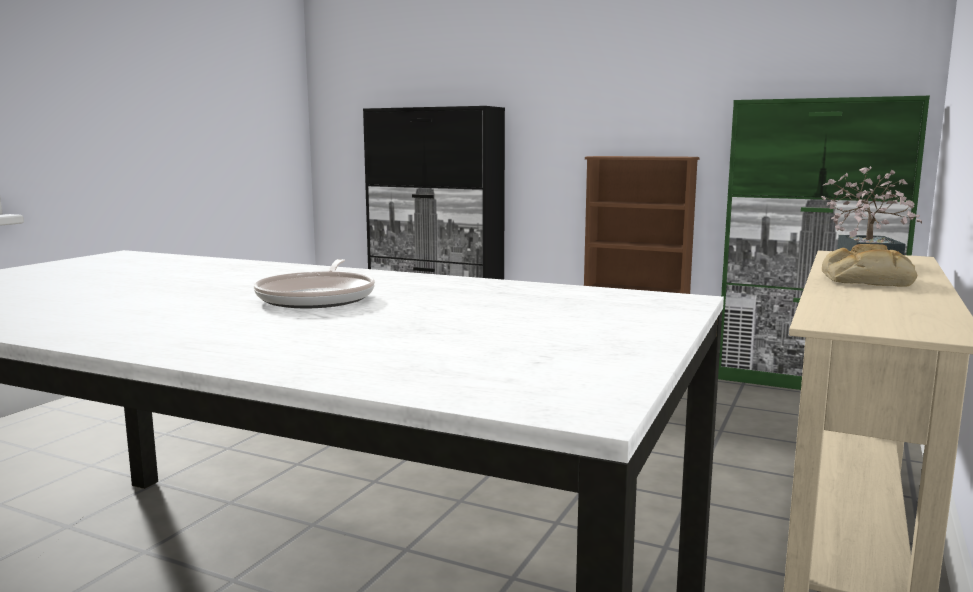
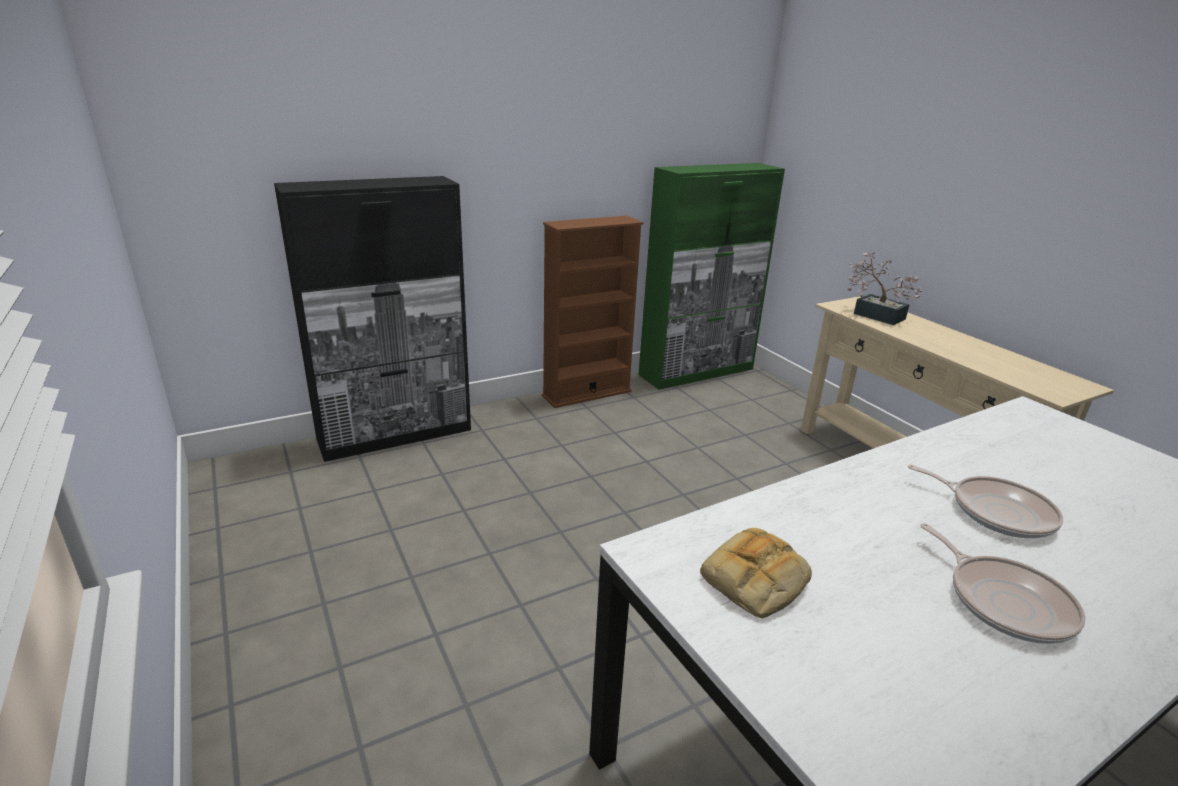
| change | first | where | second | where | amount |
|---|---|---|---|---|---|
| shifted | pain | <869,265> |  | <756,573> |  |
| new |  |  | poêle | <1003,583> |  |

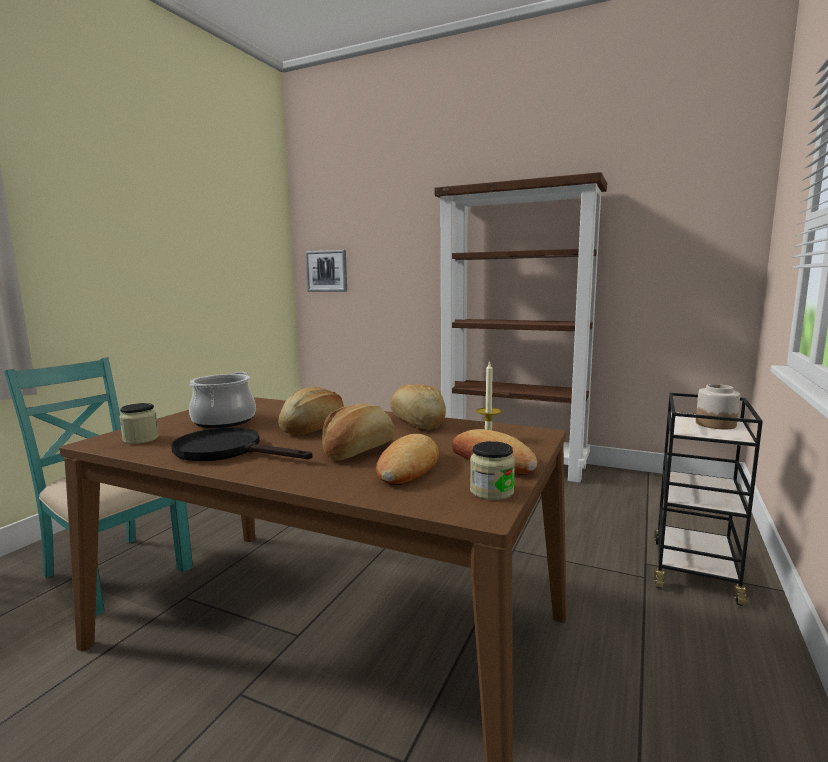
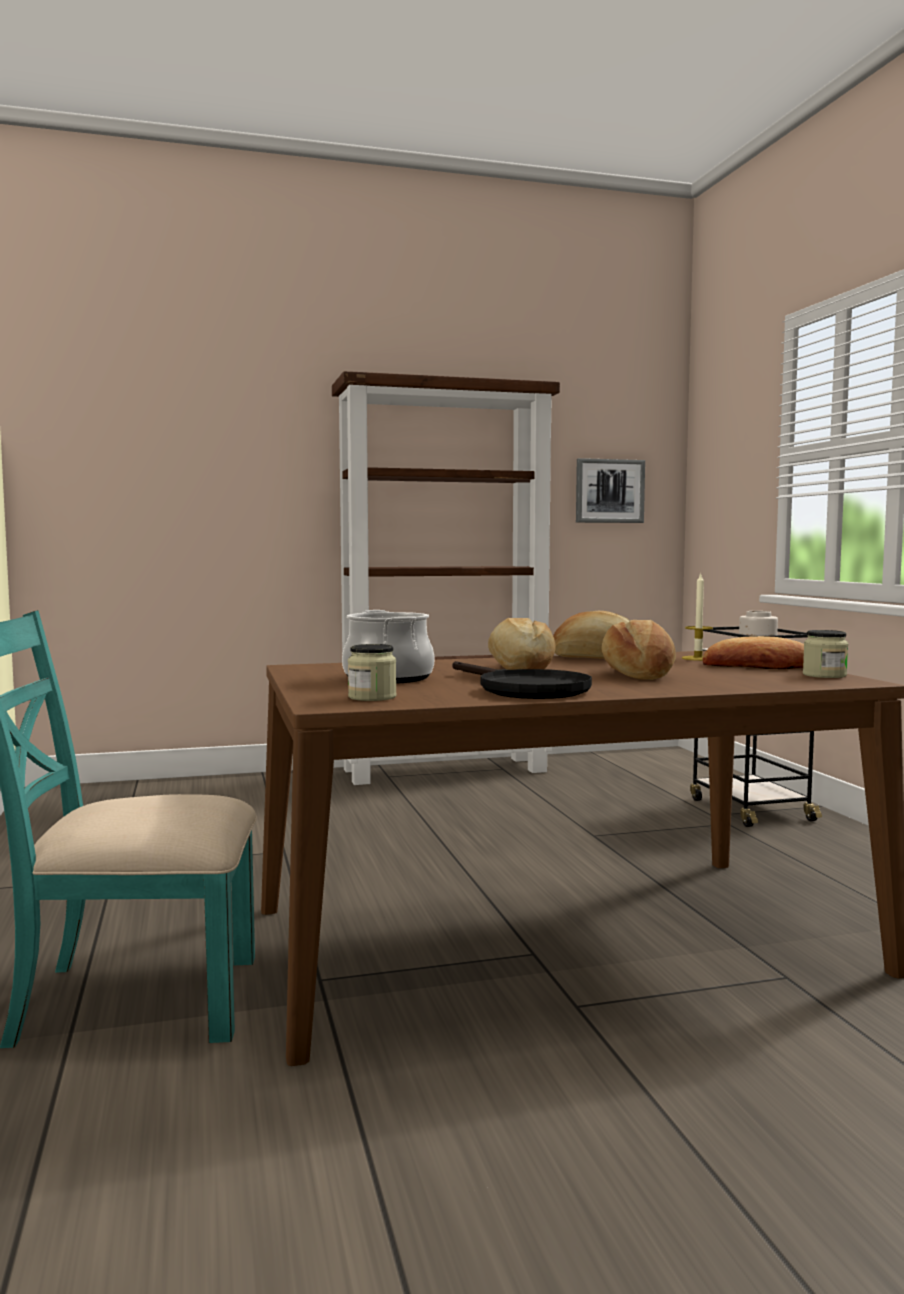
| change | first | where | second | where | amount |
|---|---|---|---|---|---|
| shifted | tableau | <326,271> |  | <610,490> |  |
| rotated | poêle/noir | <242,444> |  | <522,680> | 105 degrees counterclockwise |
| gone | pain | <407,459> |  |  |  |

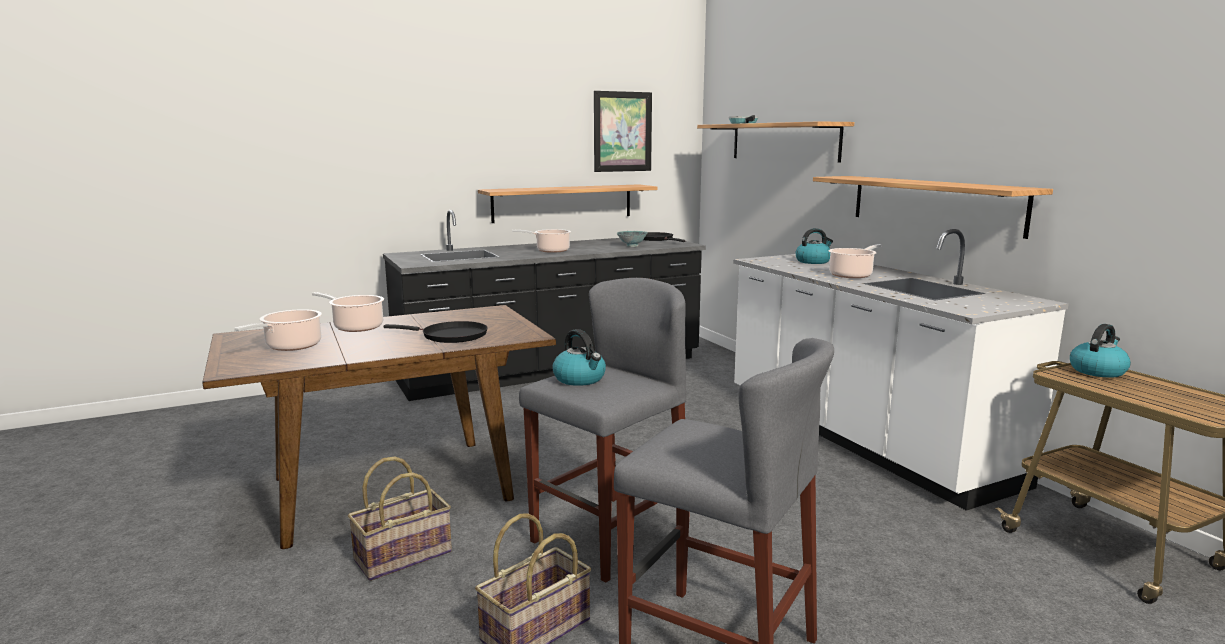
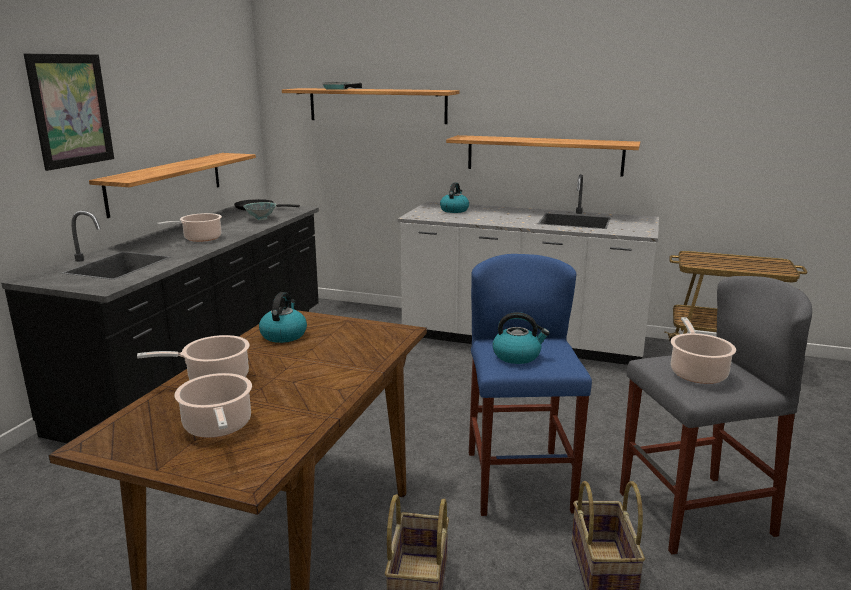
| change | first | where | second | where | amount |
|---|---|---|---|---|---|
| shifted | tableau | <623,131> |  | <69,112> |  |
| shifted | marmite | <855,261> |  | <703,350> |  |
| repainted | tabouret/gris | <602,430> | tabouret/bleu | <530,385> |  |
| gone | poêle/noir | <435,332> |  |  |  |
| shifted | bouilloire | <1100,351> |  | <283,317> |  |

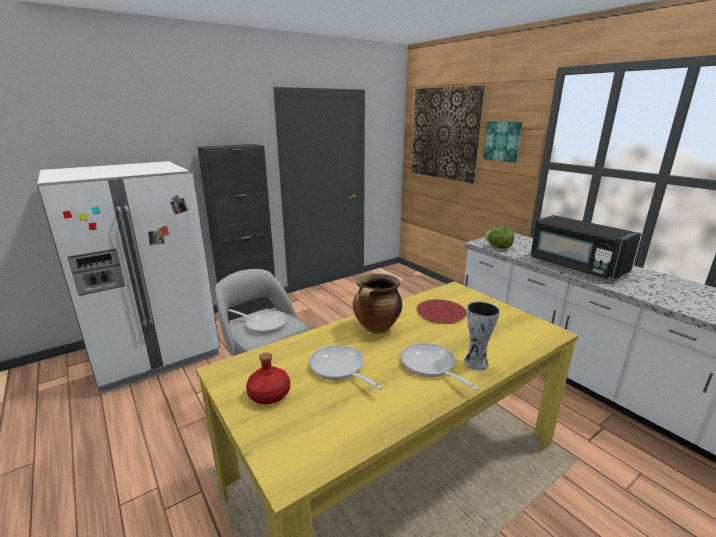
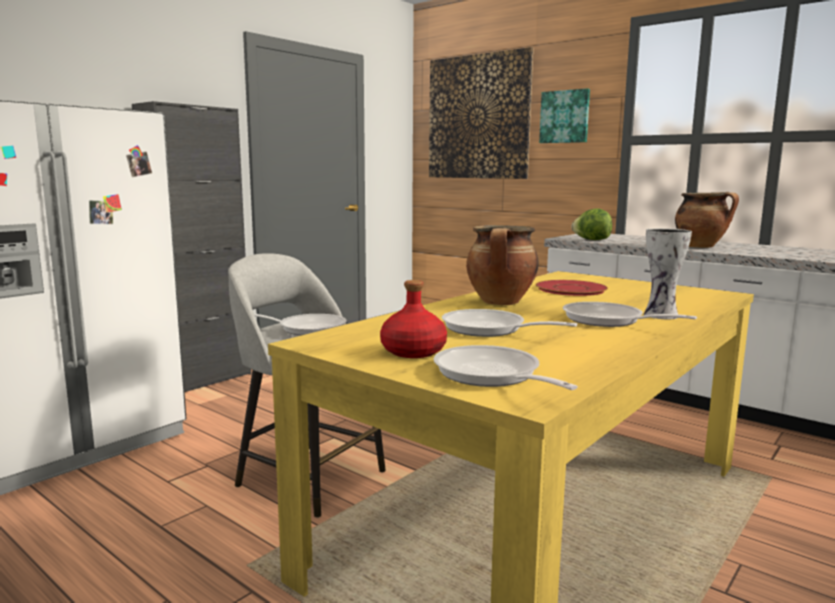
| change | first | where | second | where | amount |
|---|---|---|---|---|---|
| swapped | micro-ondes/noir | <585,247> | marmite | <707,220> |  |
| new |  |  | poêle | <506,367> |  |

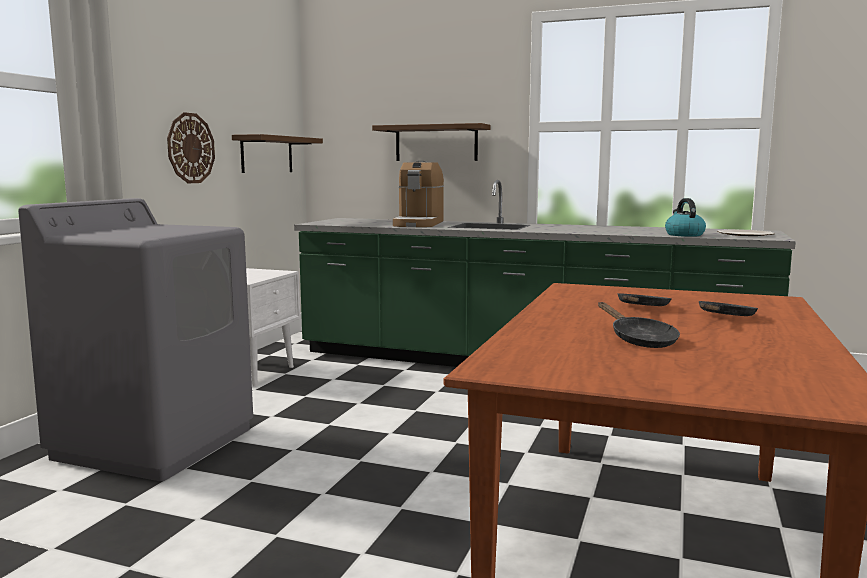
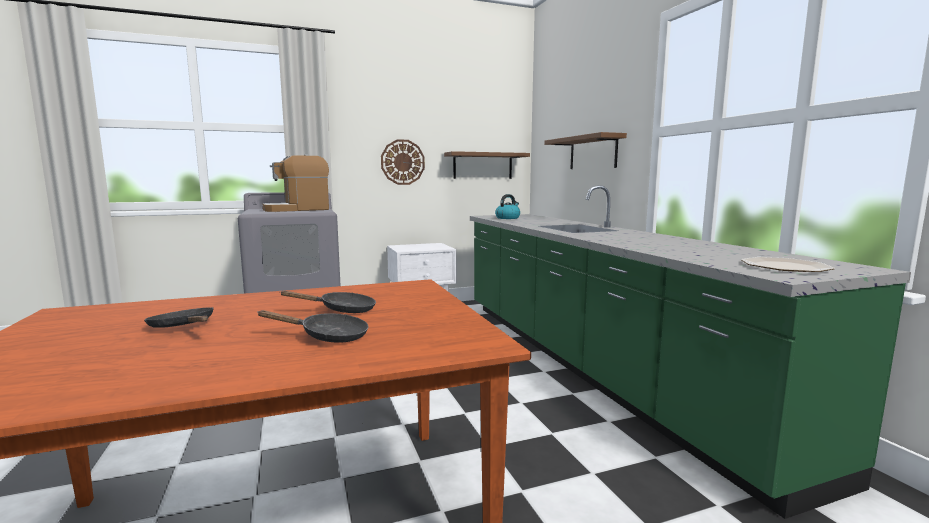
| change | first | where | second | where | amount |
|---|---|---|---|---|---|
| shifted | machine à café | <418,194> |  | <296,183> |  |
| shifted | bouilloire | <685,217> |  | <507,206> |  |
| rotated | poêle/noir | <639,325> |  | <178,317> | 105 degrees clockwise |

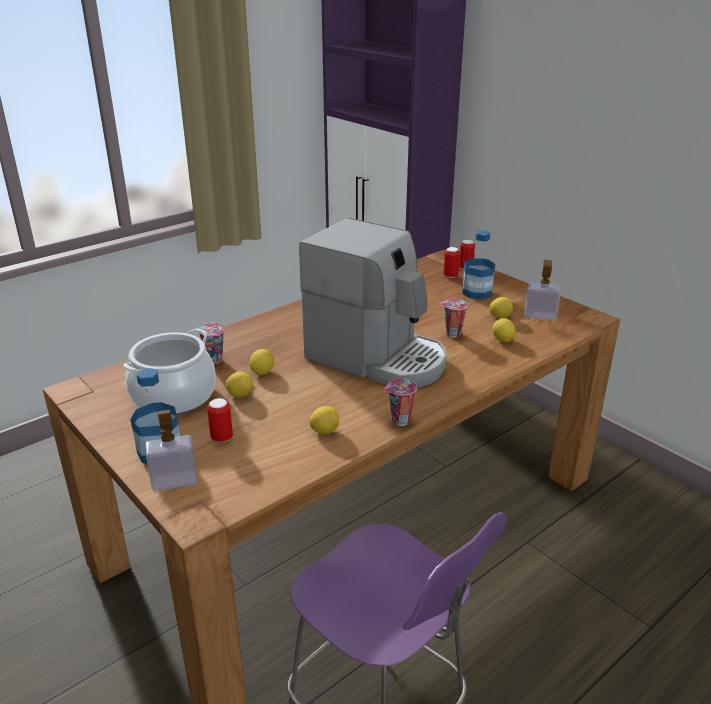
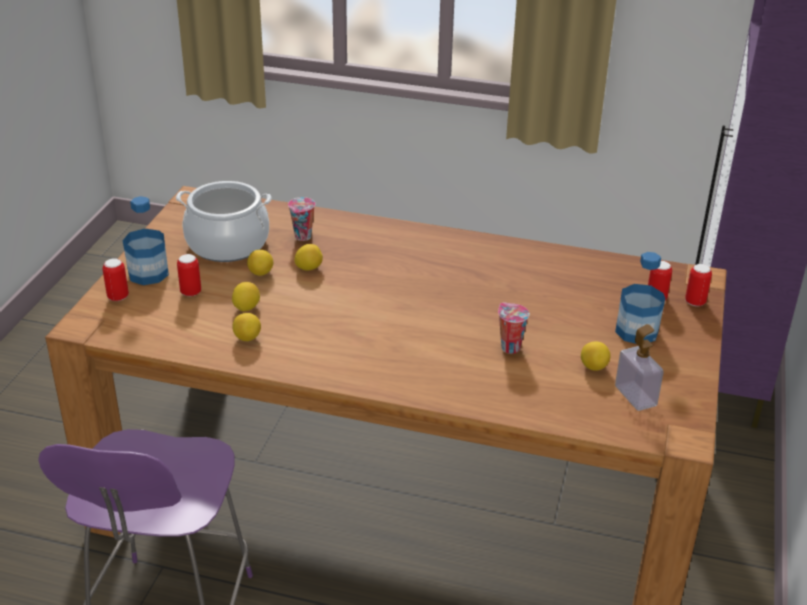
| change | first | where | second | where | amount |
|---|---|---|---|---|---|
| gone | machine à café | <373,303> |  |  |  |
| shifted | citron | <504,330> |  | <246,296> |  |
| gone | tasse | <400,402> |  |  |  |
| swapped | distributeur de savon | <172,450> | boîte métallique | <115,279> |  |

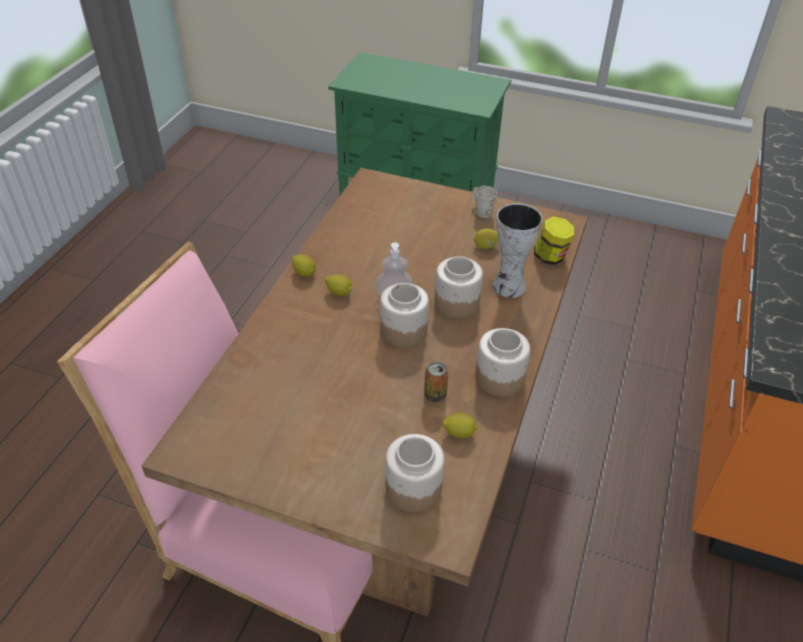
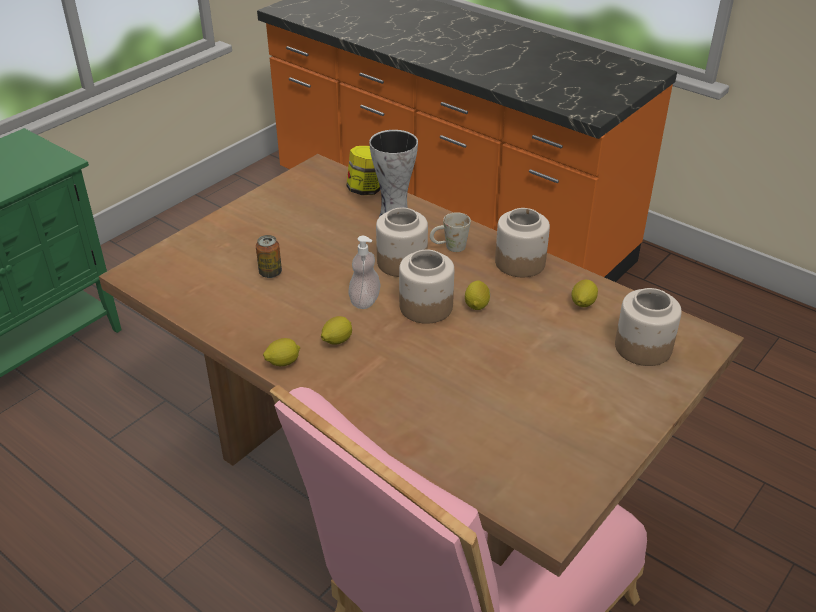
| change | first | where | second | where | amount |
|---|---|---|---|---|---|
| shifted | mug/blanc | <484,202> |  | <450,232> |  |
| shifted | citron | <486,239> |  | <477,295> |  |
| shifted | boîte métallique | <436,382> |  | <269,256> |  |

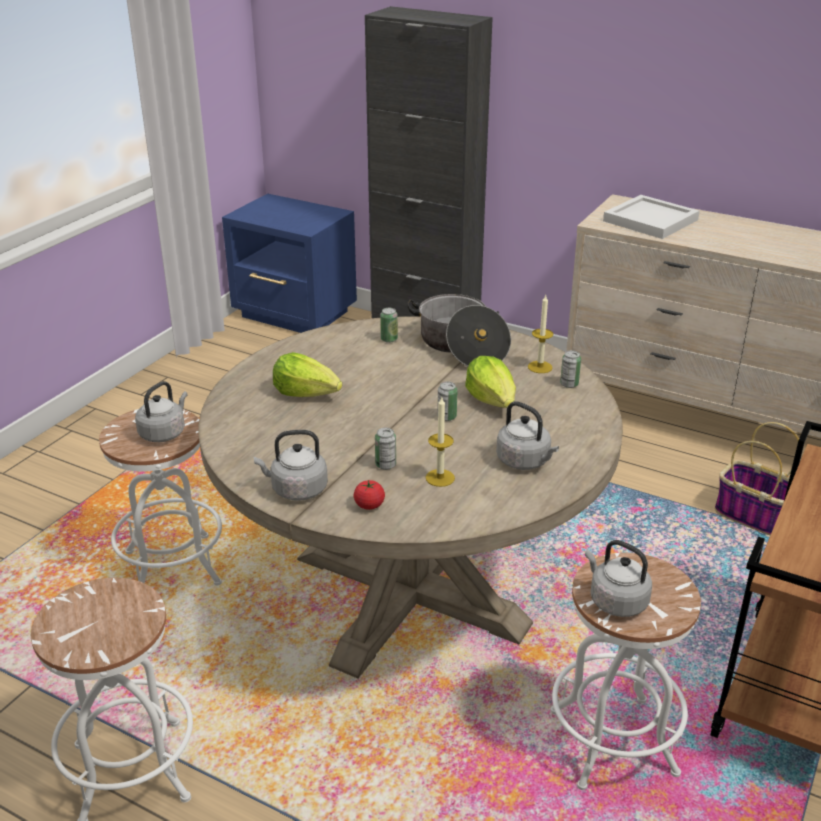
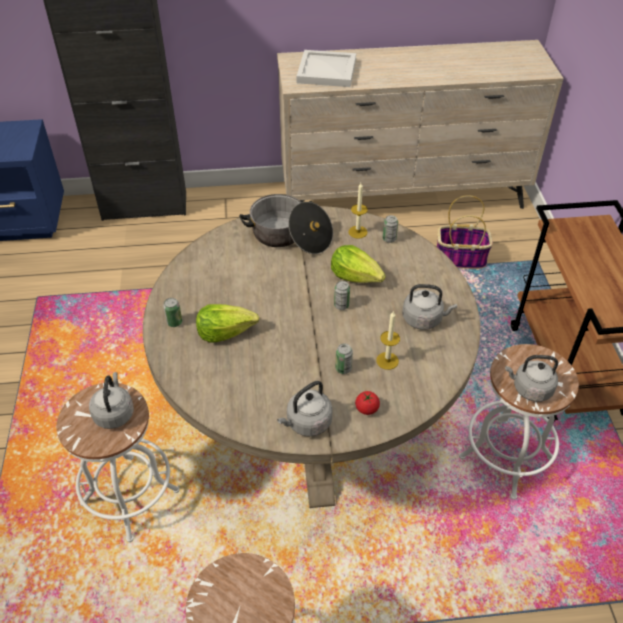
| change | first | where | second | where | amount |
|---|---|---|---|---|---|
| shifted | boîte métallique | <389,325> |  | <172,312> |  |

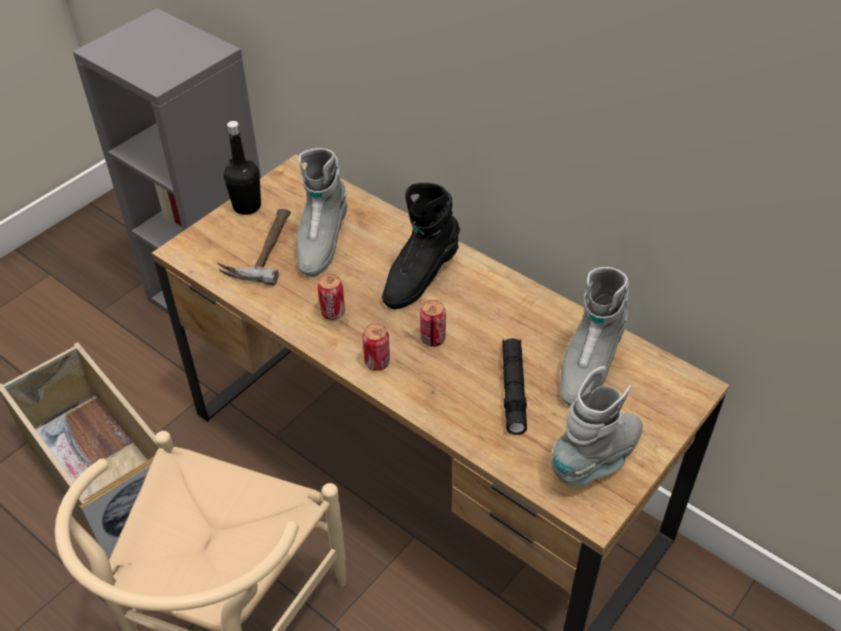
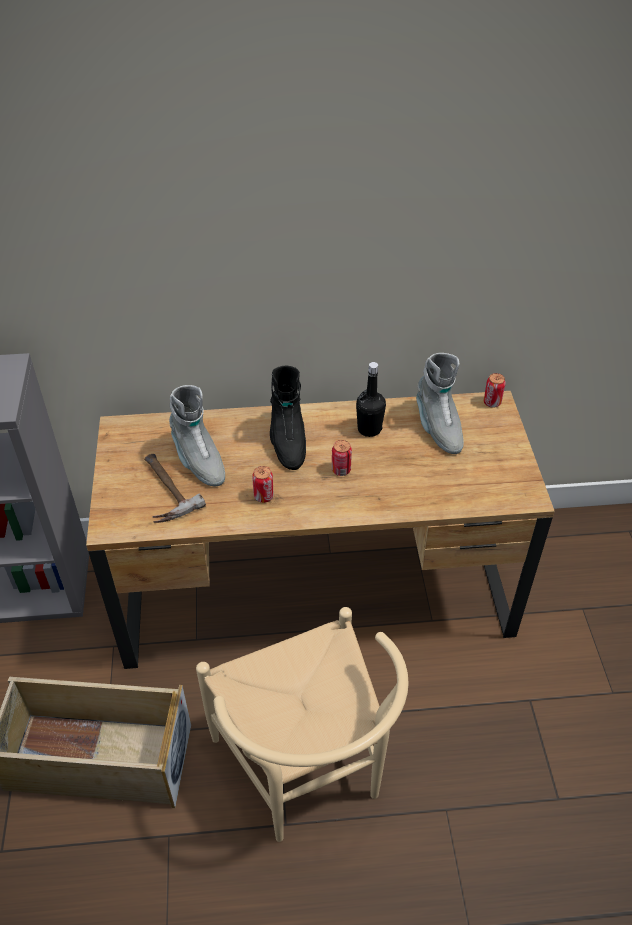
| change | first | where | second | where | amount |
|---|---|---|---|---|---|
| shifted | bouteille/noir | <242,168> |  | <371,399> |  |
| shifted | boîte métallique | <376,347> |  | <495,390> |  |
| gone | lampe de poche/noir | <514,386> |  |  |  |
| gone | botte/gris | <597,426> |  |  |  |

